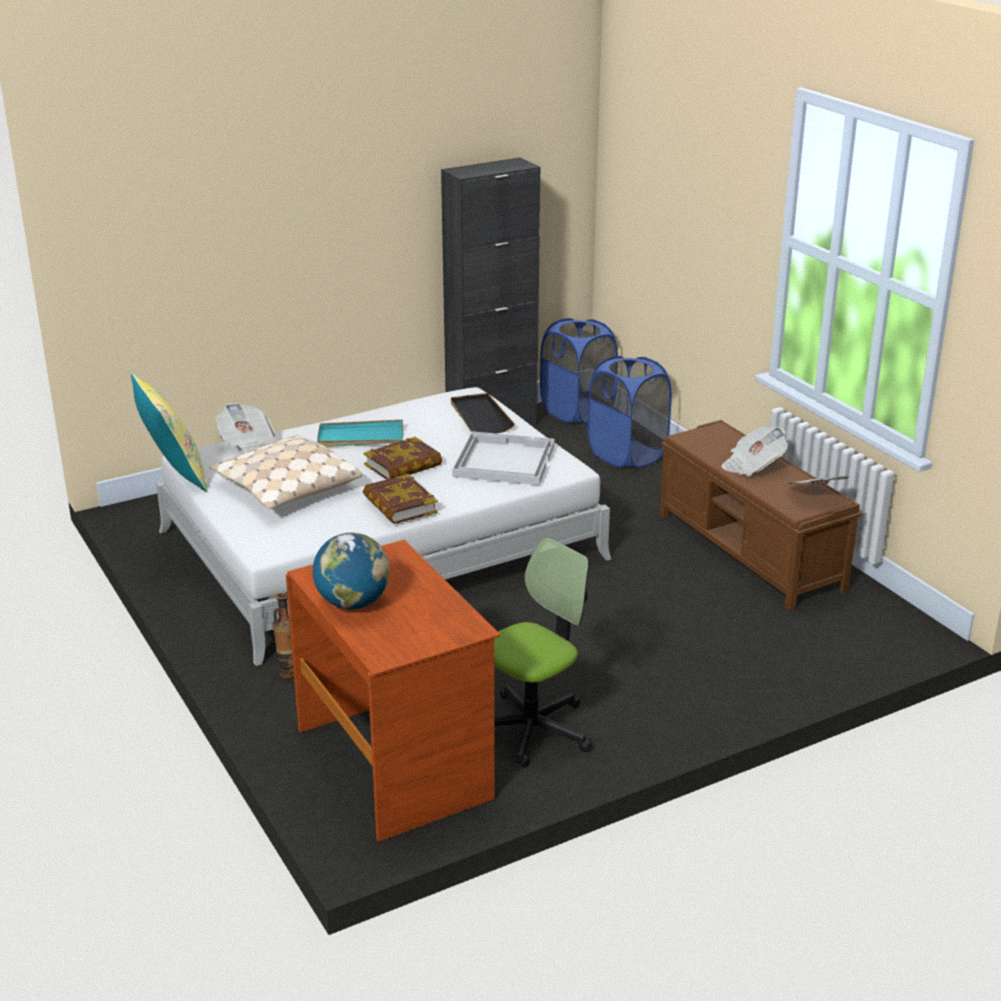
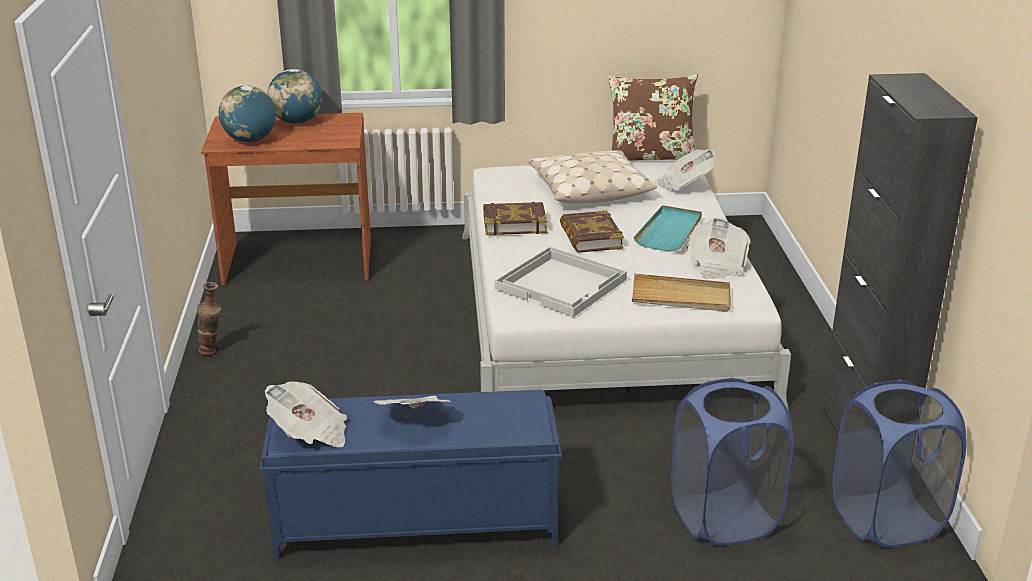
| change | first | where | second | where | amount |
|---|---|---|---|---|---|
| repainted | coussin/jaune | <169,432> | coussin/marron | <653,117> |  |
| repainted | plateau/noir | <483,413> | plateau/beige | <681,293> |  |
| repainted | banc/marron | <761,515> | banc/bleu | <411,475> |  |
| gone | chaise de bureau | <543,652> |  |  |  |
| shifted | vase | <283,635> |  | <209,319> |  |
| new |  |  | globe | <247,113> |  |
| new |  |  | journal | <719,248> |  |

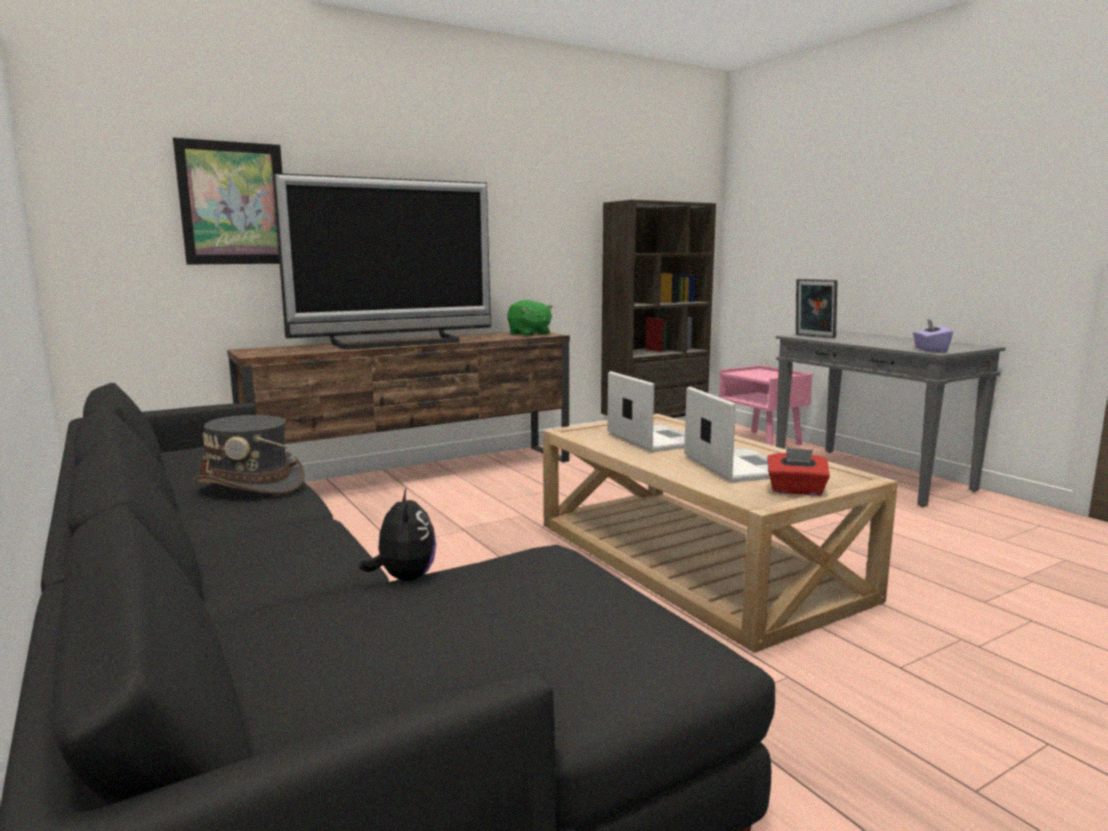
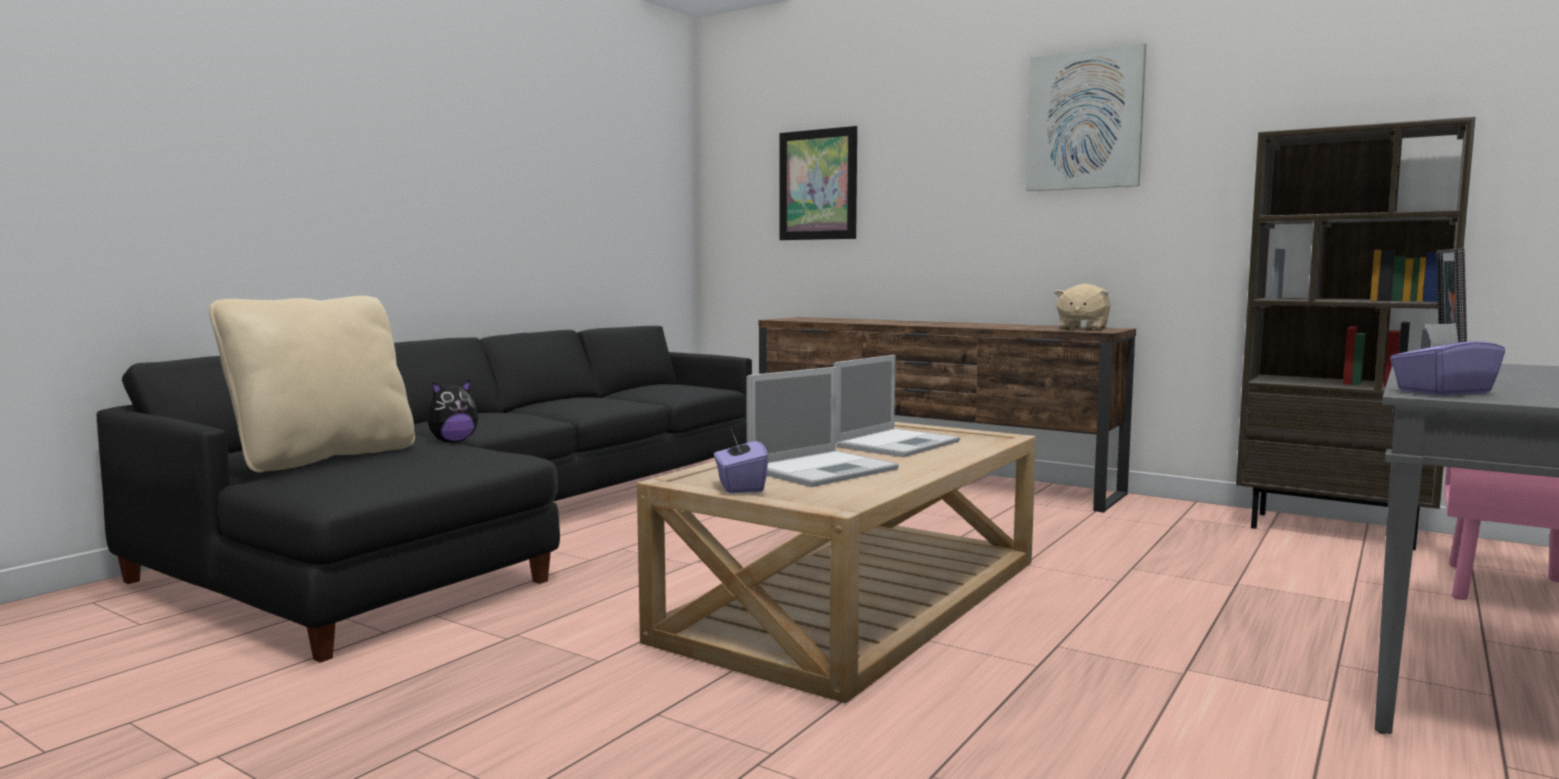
| change | first | where | second | where | amount |
|---|---|---|---|---|---|
| gone | téléviseur | <382,261> |  |  |  |
| repainted | peluche/vert | <530,318> | peluche/beige | <1082,307> |  |
| gone | chapeau/gris | <249,455> |  |  |  |
| repainted | boîte à mouchoirs/rouge | <798,471> | boîte à mouchoirs/violet | <741,461> |  |
| new |  |  | tableau | <1086,117> |  |
| new |  |  | coussin/beige | <312,384> |  |

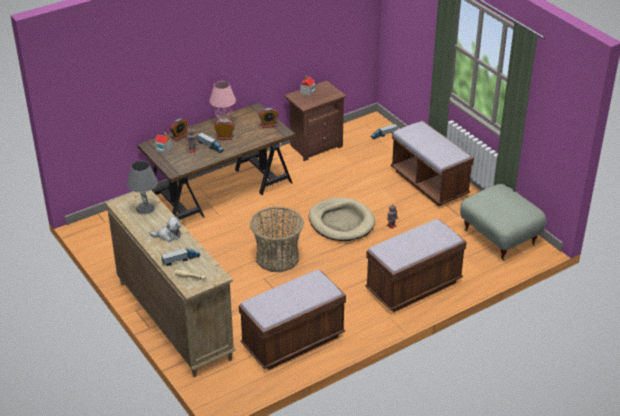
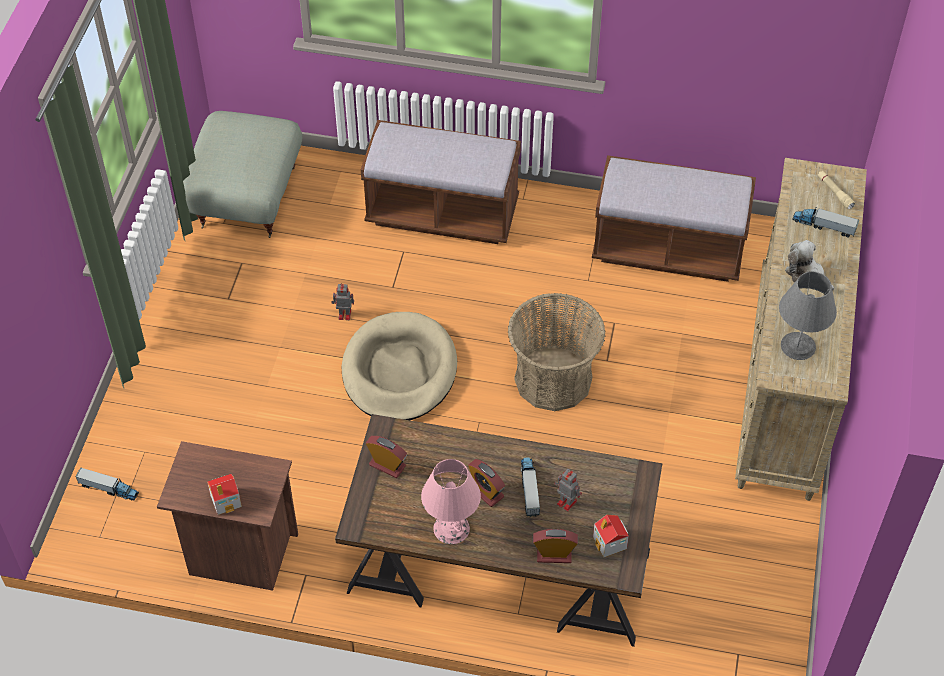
| change | first | where | second | where | amount |
|---|---|---|---|---|---|
| gone | banc/marron | <432,163> |  |  |  |

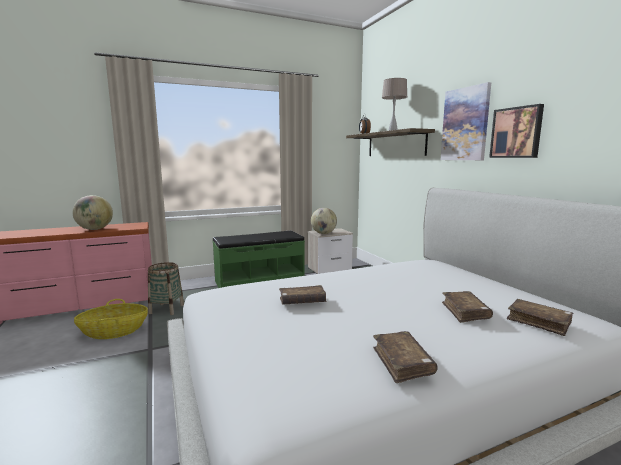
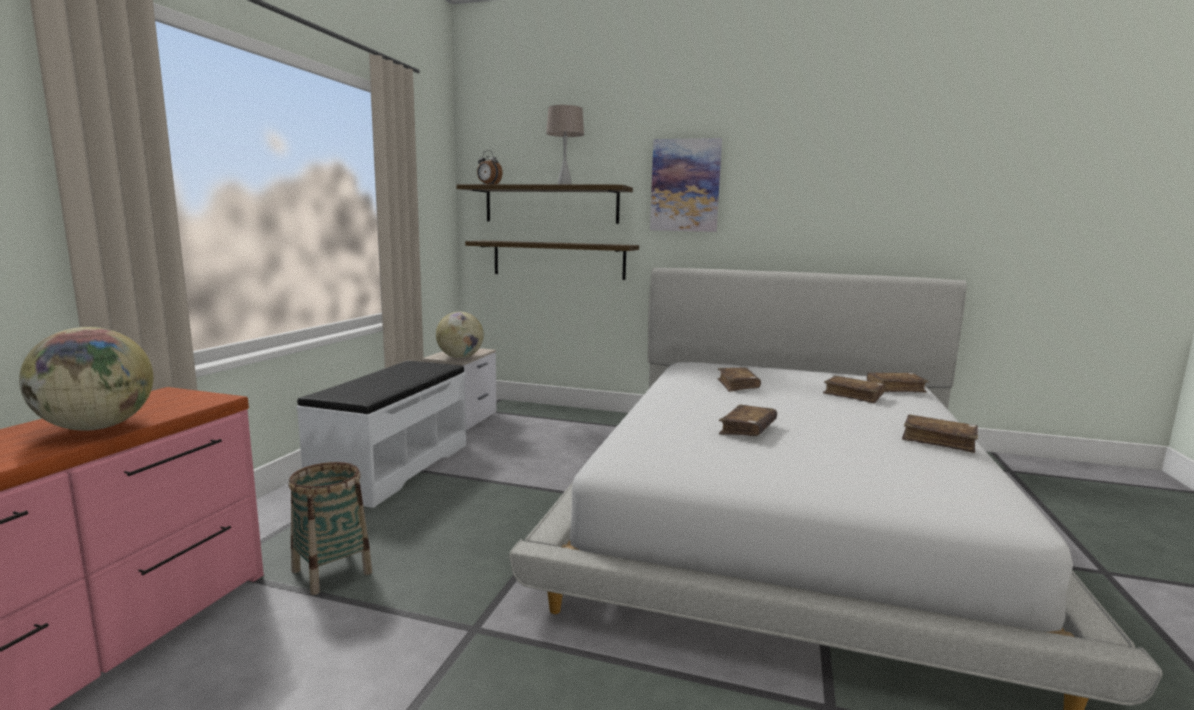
| change | first | where | second | where | amount |
|---|---|---|---|---|---|
| gone | tableau | <516,131> |  |  |  |
| repainted | banc/vert | <258,259> | banc/blanc | <381,434> |  |
| gone | panier | <111,319> |  |  |  |
| new |  |  | étagère | <552,260> |  |
| new |  |  | livre/marron | <739,379> |  |

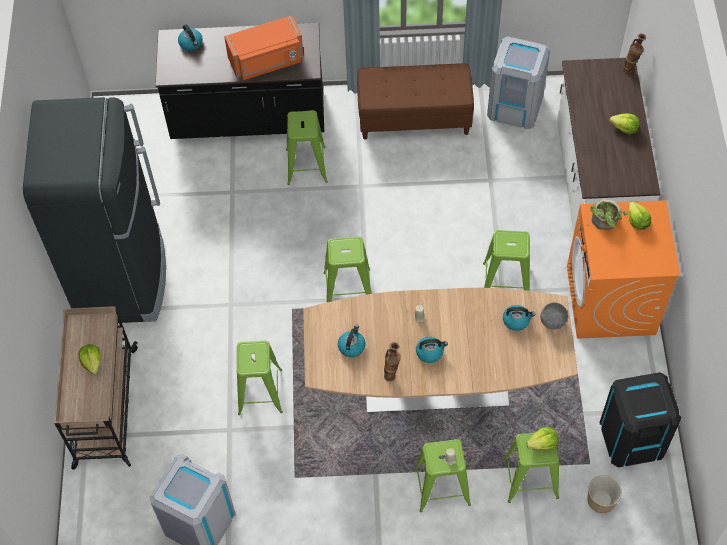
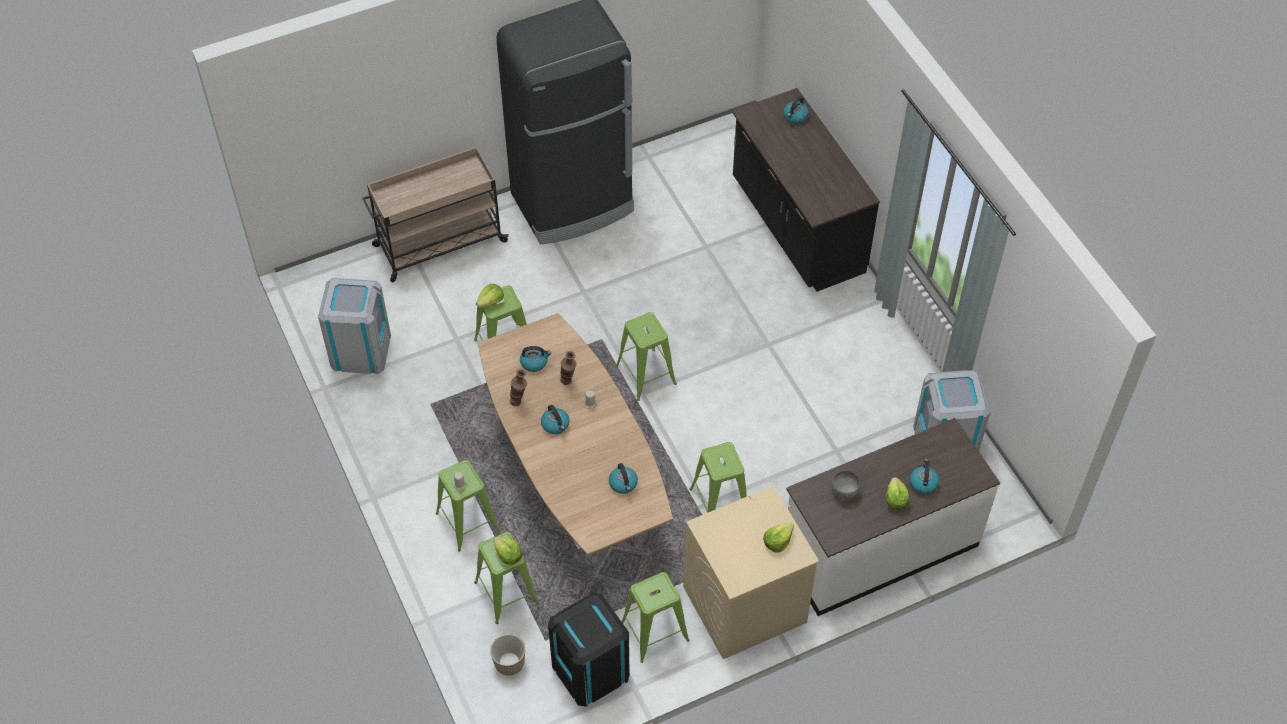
| change | first | where | second | where | amount |
|---|---|---|---|---|---|
| gone | micro-ondes/orange | <264,47> |  |  |  |
| shifted | vase | <634,53> |  | <568,368> |  |
| gone | banc/marron | <415,101> |  |  |  |
| shifted | tabouret/vert | <307,147> |  | <655,617> |  |
| gone | plante en pot | <609,214> |  |  |  |
| repainted | lave-linge/orange | <624,269> | lave-linge/beige | <751,572> |  |
| shifted | bol/gris | <554,316> |  | <846,485> |  |
| shifted | laitue | <89,359> |  | <490,295> |  |
| new |  |  | bouilloire | <924,476> |  |

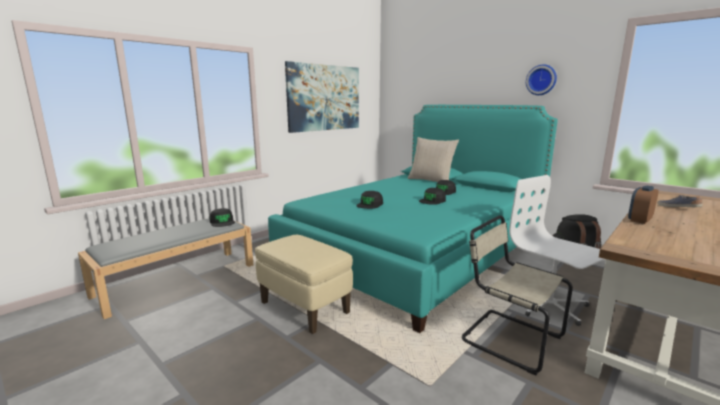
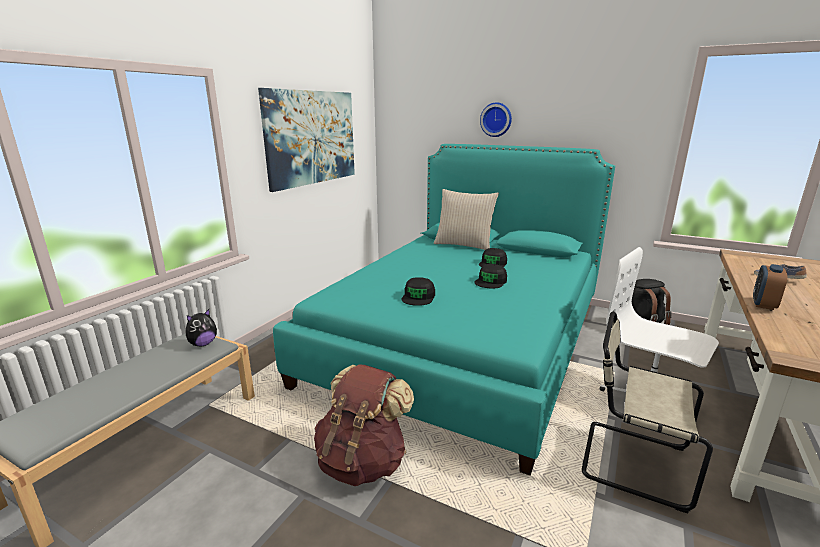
| change | first | where | second | where | amount |
|---|---|---|---|---|---|
| shifted | horloge murale | <541,79> |  | <496,119> |  |
| swapped | casquette/noir | <222,217> | peluche | <201,327> |  |
| swapped | pouf/beige | <304,284> | sac à dos/marron | <364,425> |  |

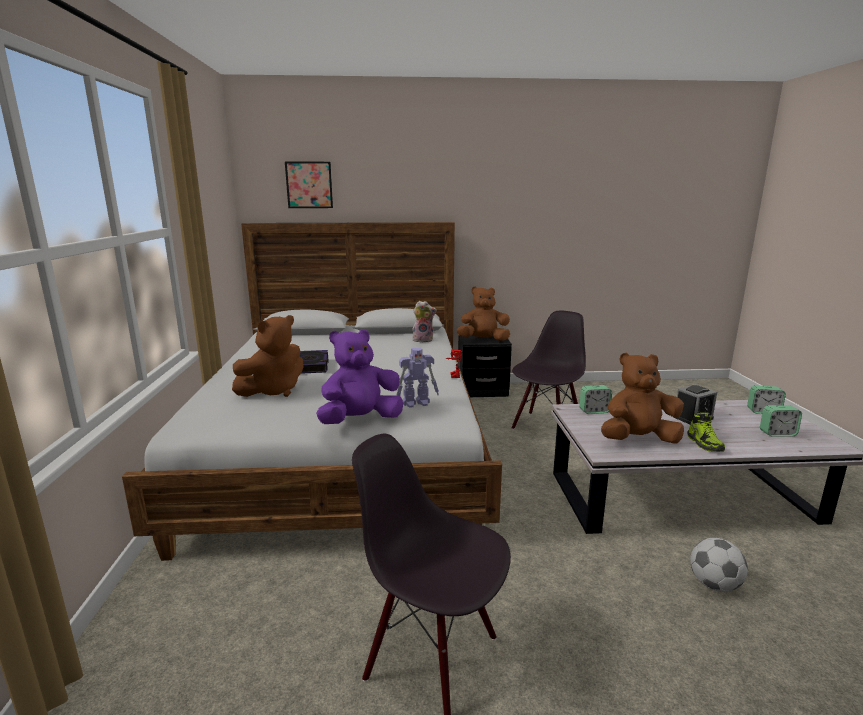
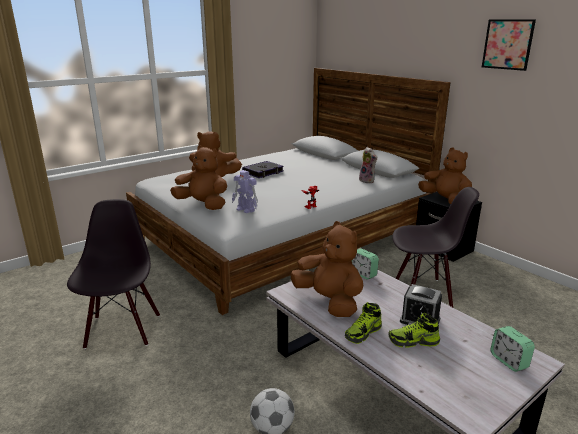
| change | first | where | second | where | amount |
|---|---|---|---|---|---|
| shifted | tableau | <309,185> |  | <509,45> |  |
| repainted | peluche/violet | <359,376> | peluche/marron | <198,177> |  |
| gone | réveil | <781,421> |  |  |  |
| new |  |  | chaussure | <414,330> |  |

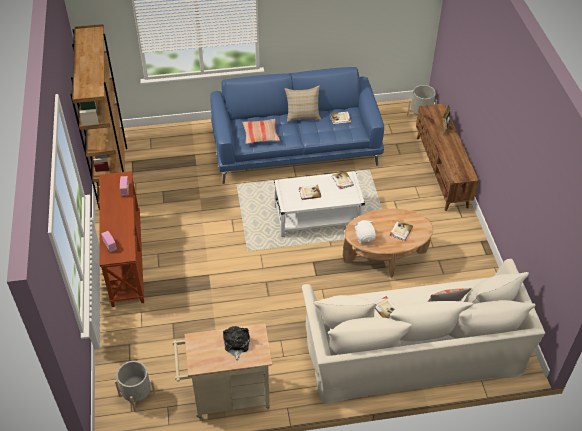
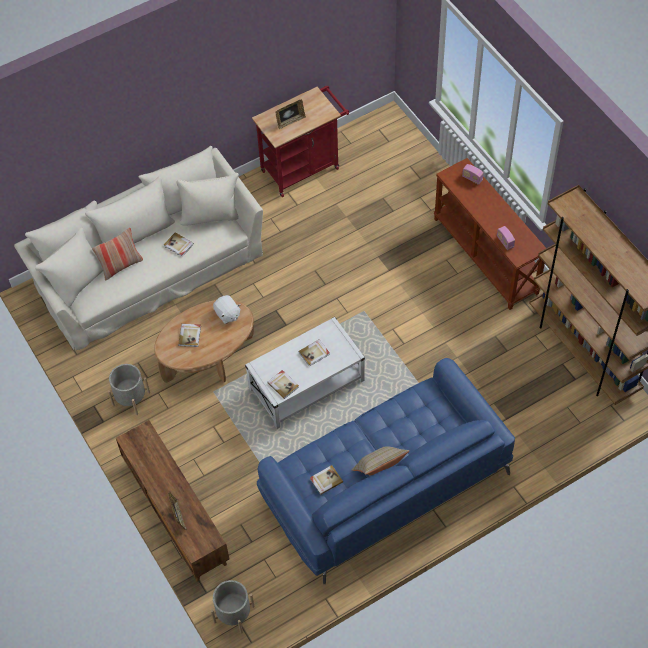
| change | first | where | second | where | amount |
|---|---|---|---|---|---|
| gone | coussin | <261,131> |  |  |  |
| repainted | chariot/beige | <222,371> | chariot/rouge | <300,141> |  |
| swapped | peluche | <236,343> | cadre photo | <291,114> |  |
| shifted | cache-pot/gris | <135,386> |  | <129,389> |  |

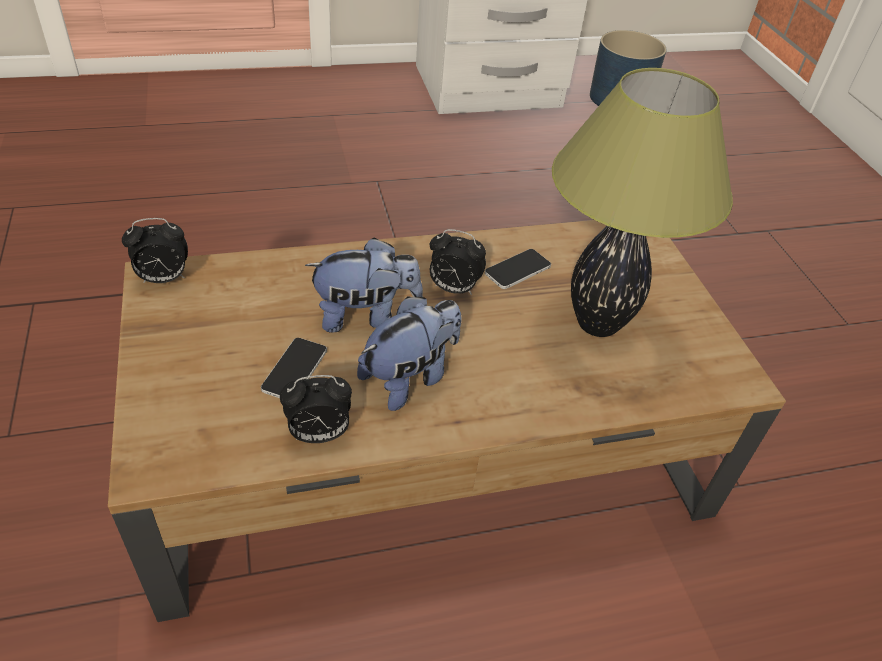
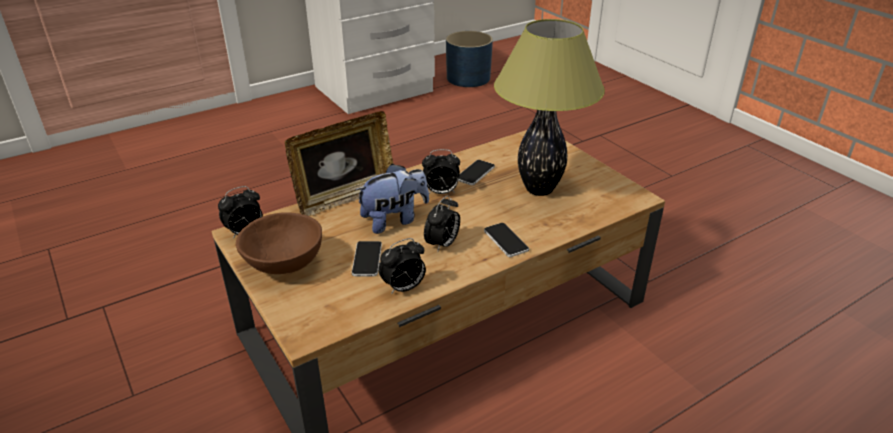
| change | first | where | second | where | amount |
|---|---|---|---|---|---|
| swapped | peluche | <409,353> | réveil | <442,224> |  |
| new |  |  | cadre photo | <339,163> |  |
| new |  |  | bol/marron | <279,243> |  |
| new |  |  | téléphone | <506,240> |  |

